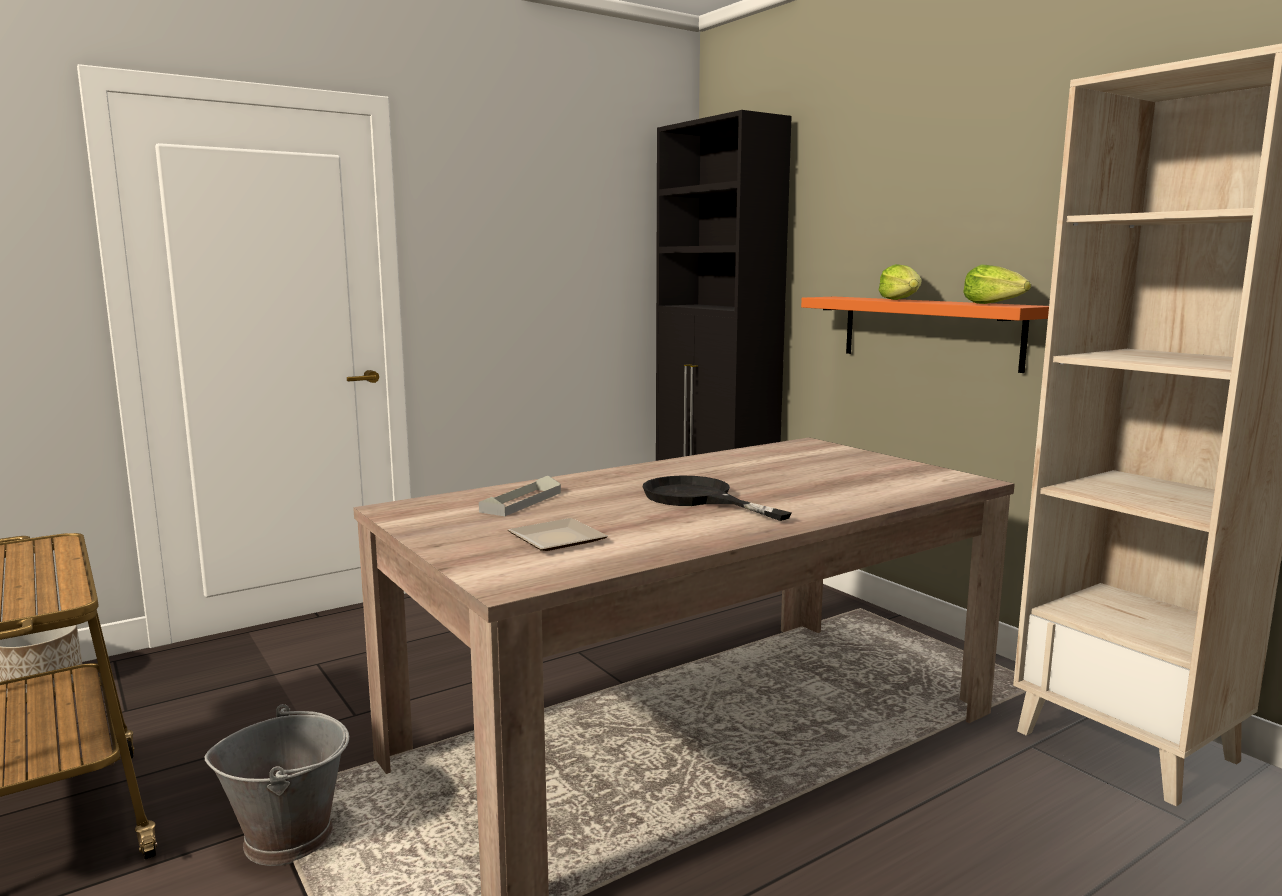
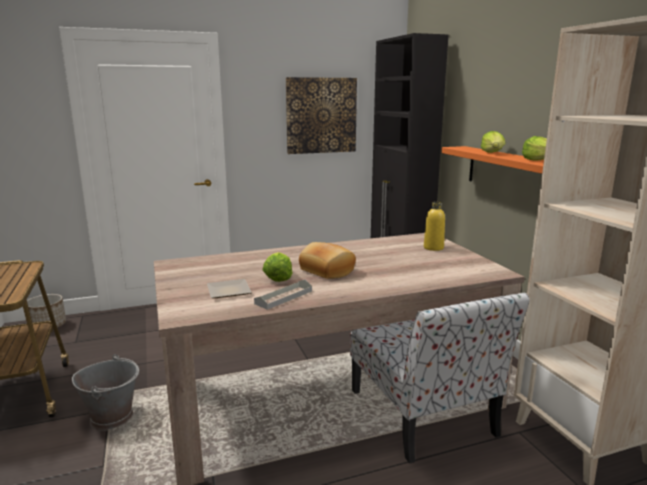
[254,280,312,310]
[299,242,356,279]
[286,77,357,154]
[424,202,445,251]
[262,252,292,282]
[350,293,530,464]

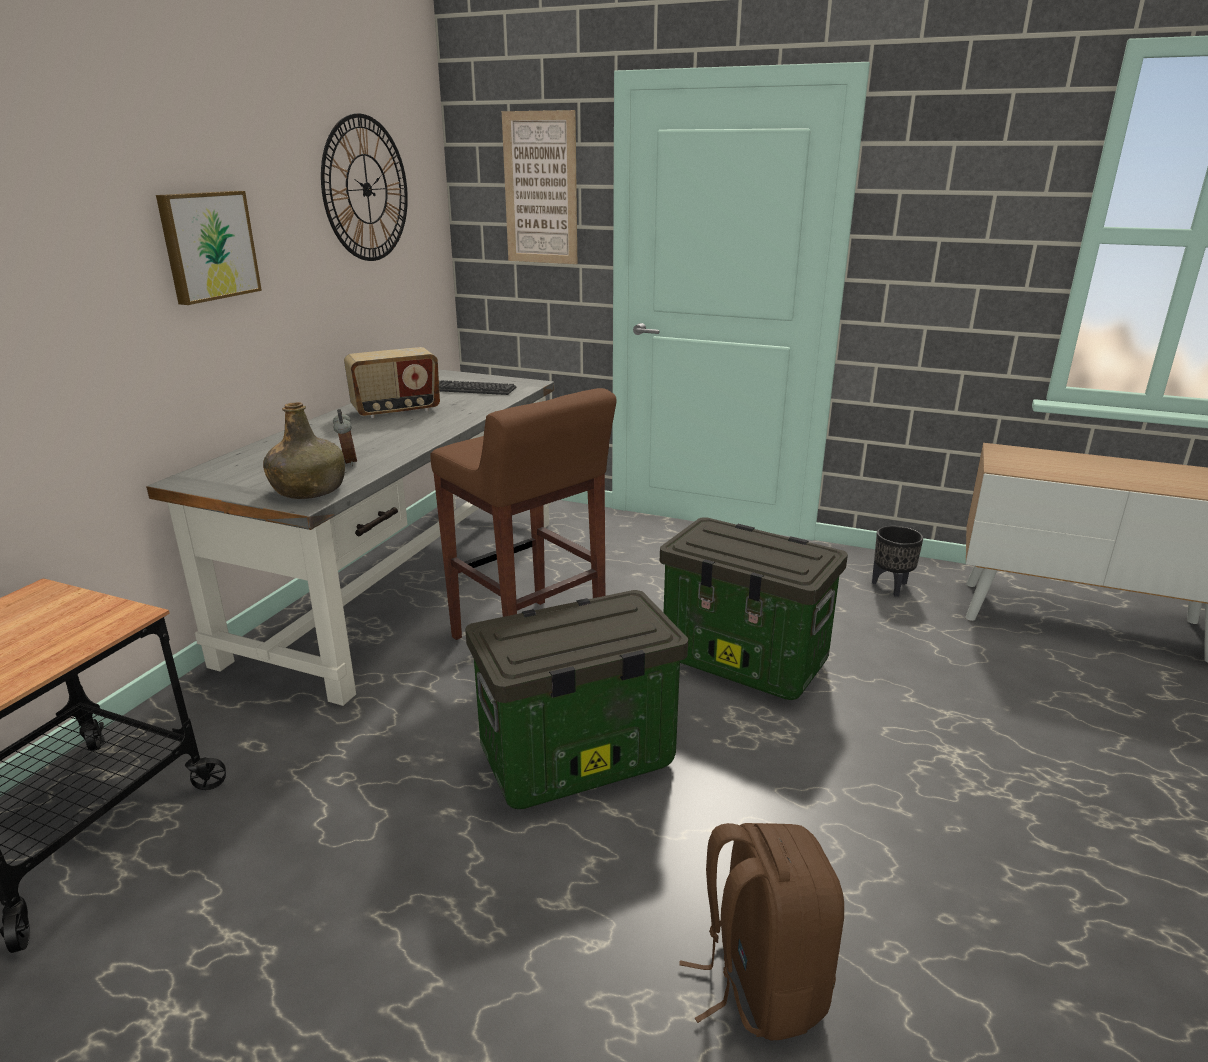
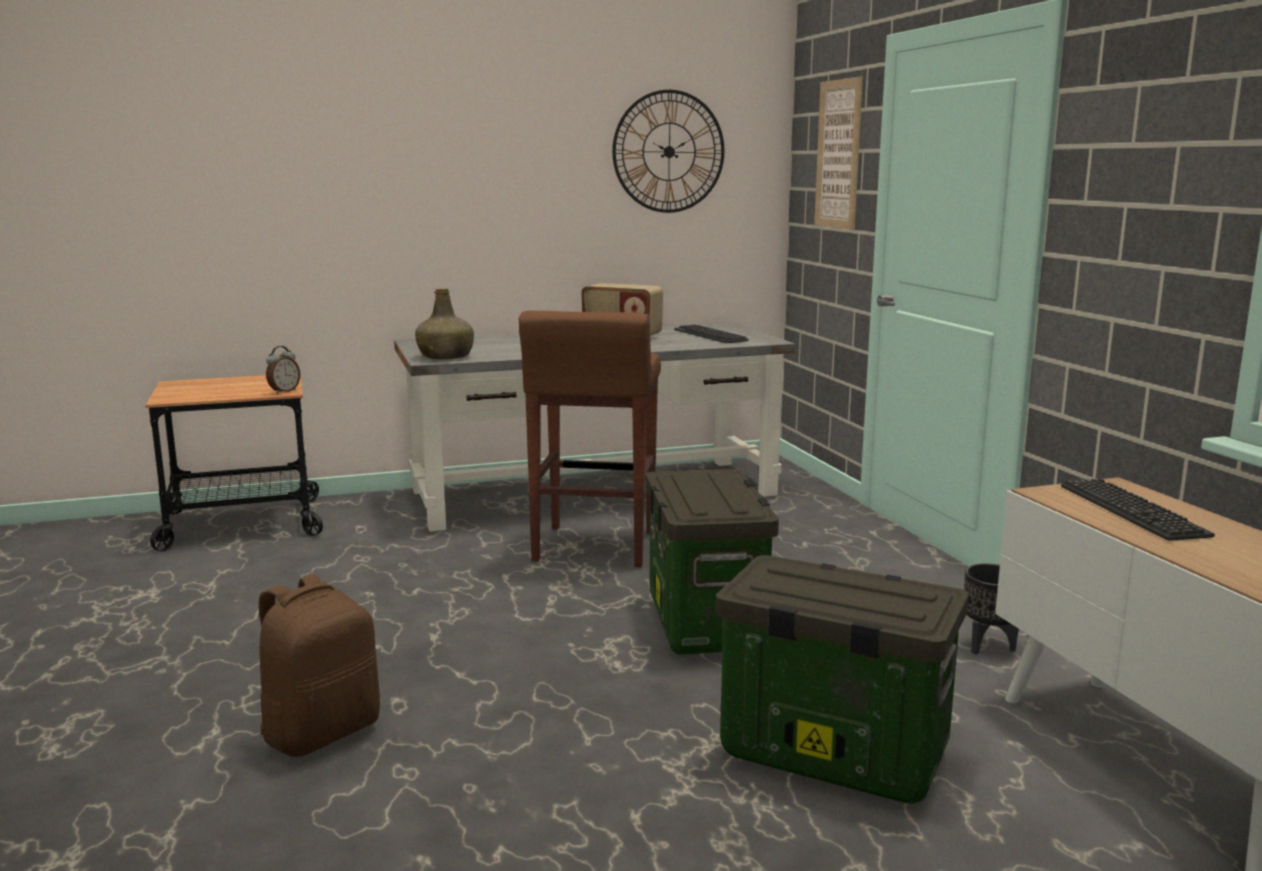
[156,191,262,305] (first image)
[266,346,300,394]
[716,555,969,804]
[1061,479,1215,541]

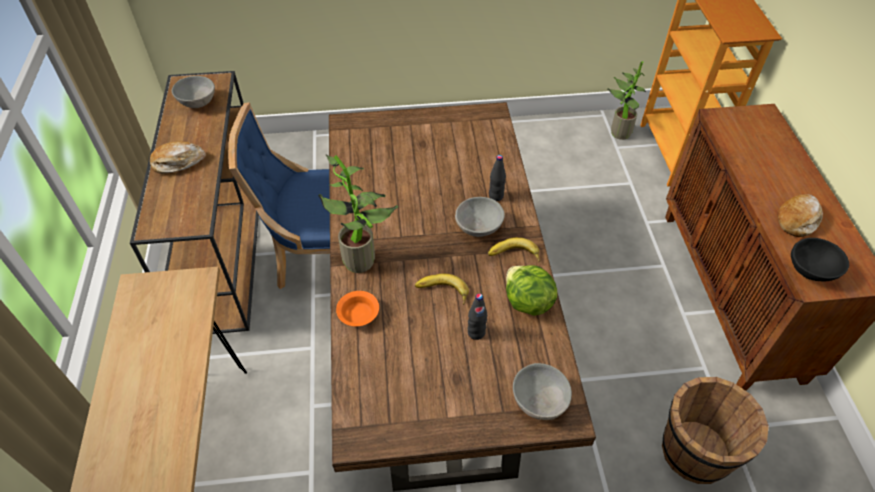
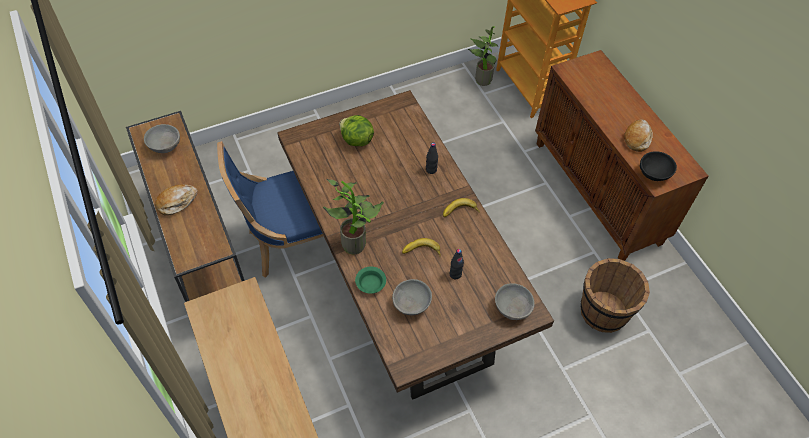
[392,279,432,315]
[339,115,374,146]
[355,267,386,294]

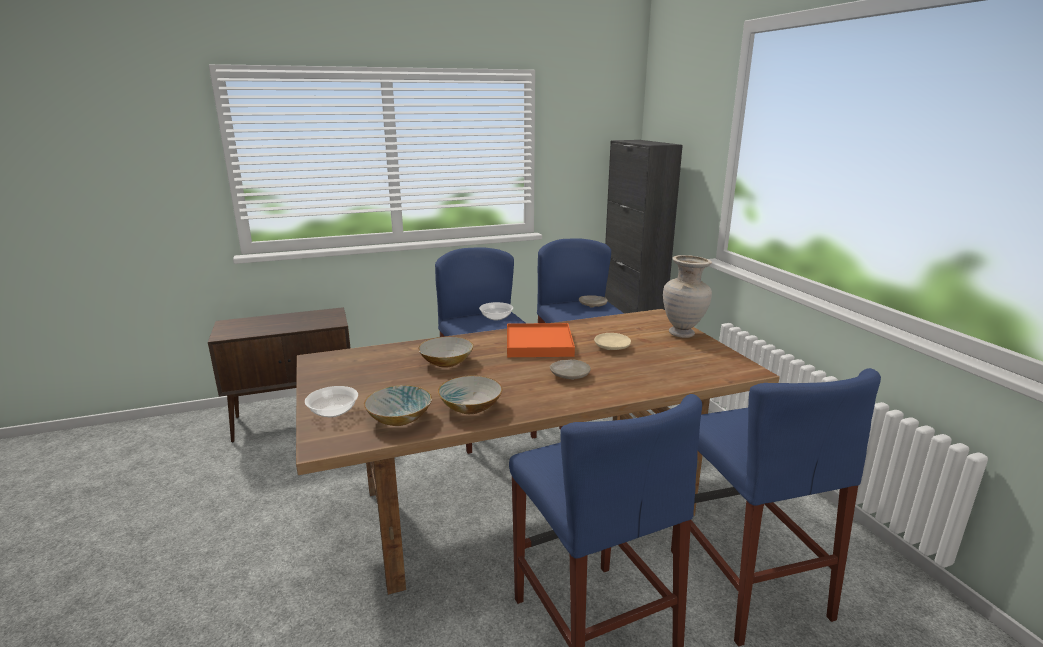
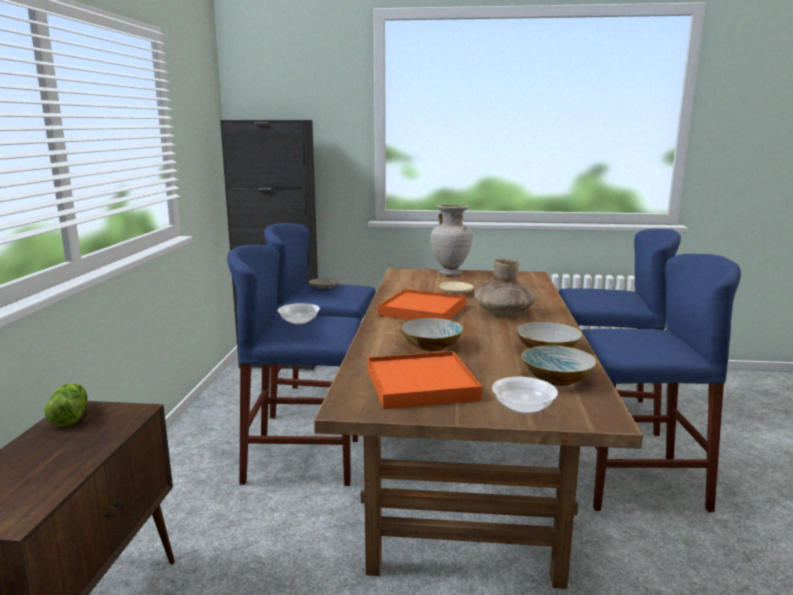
[474,258,536,316]
[367,351,482,409]
[44,383,87,427]

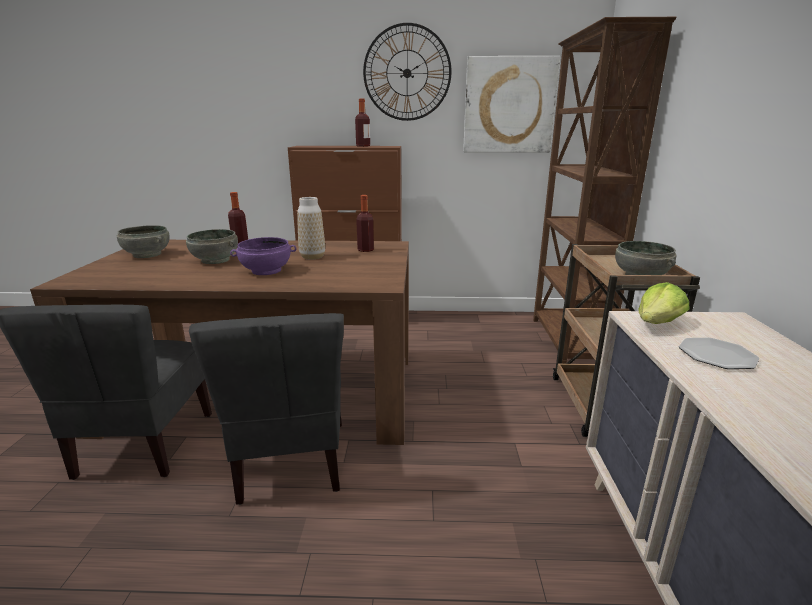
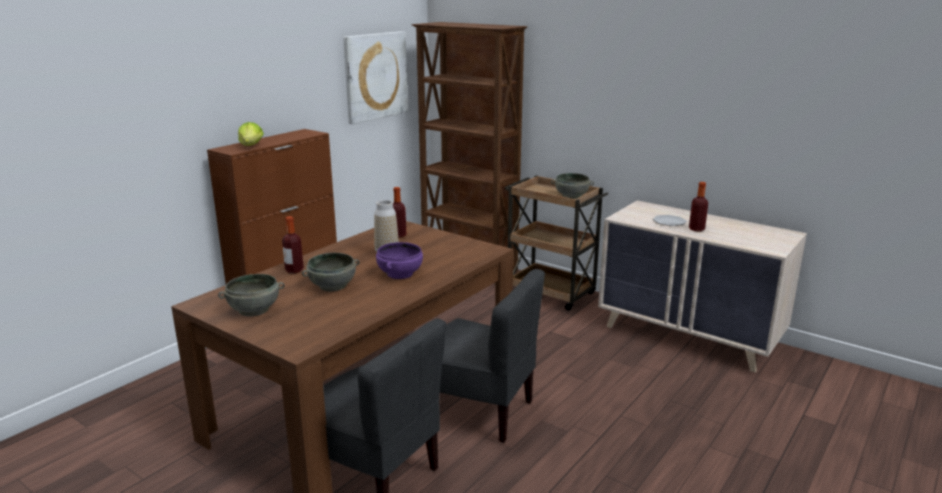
[363,23,451,121] (first image)
[689,182,708,231]
[238,122,264,146]

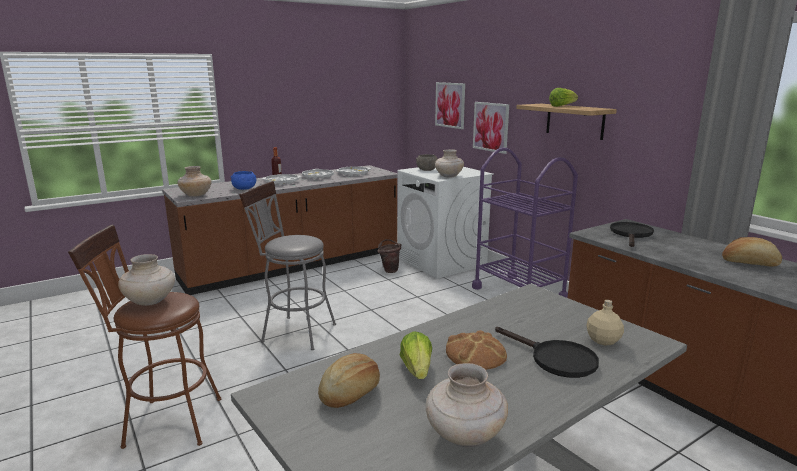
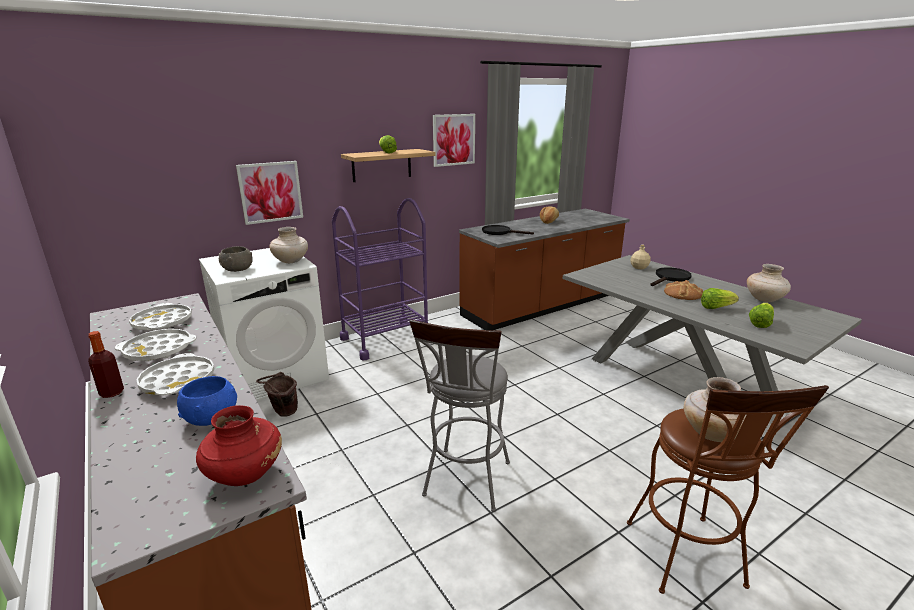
[433,114,475,167]
[196,405,282,486]
[749,303,774,328]

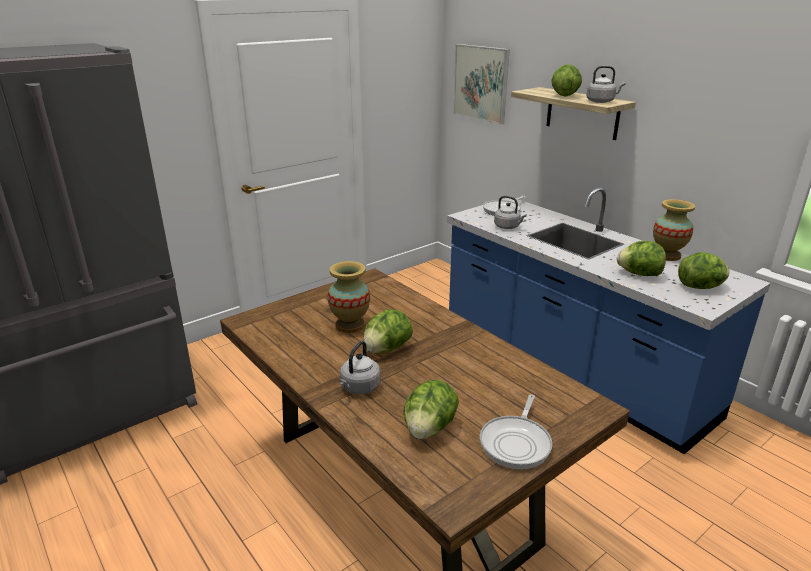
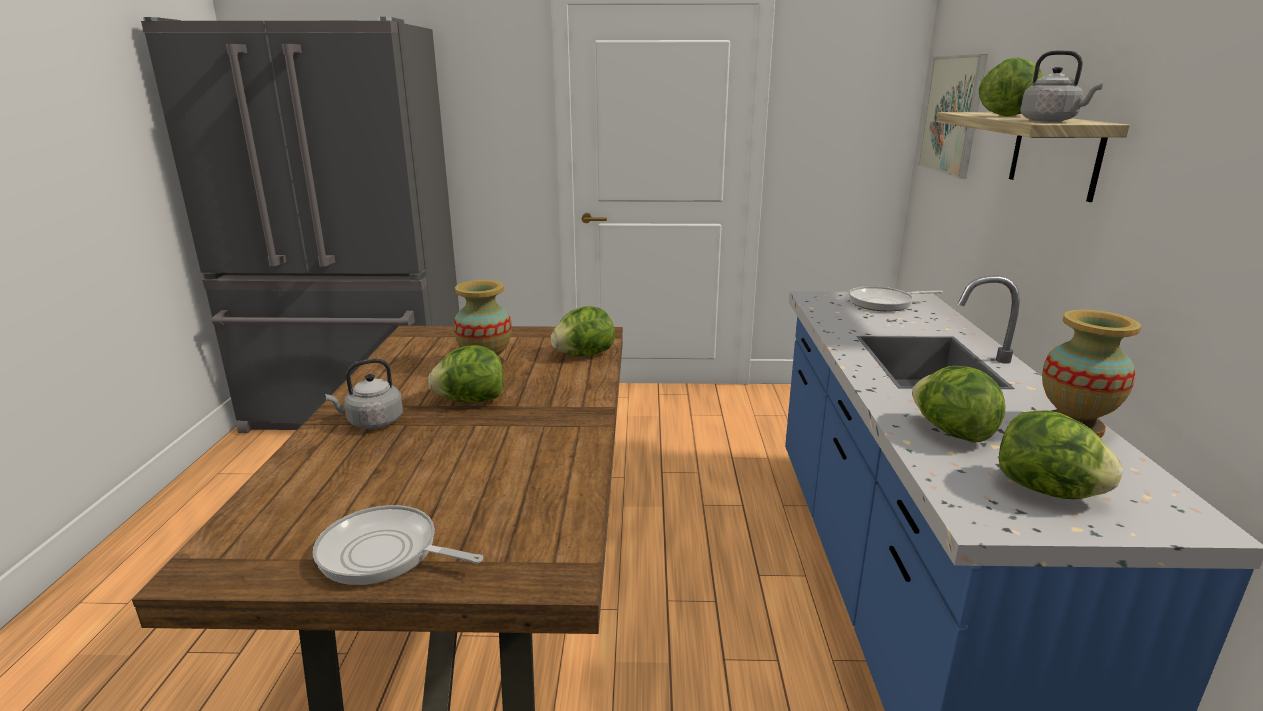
[494,196,527,229] (first image)
[551,306,615,356]
[313,505,483,585]

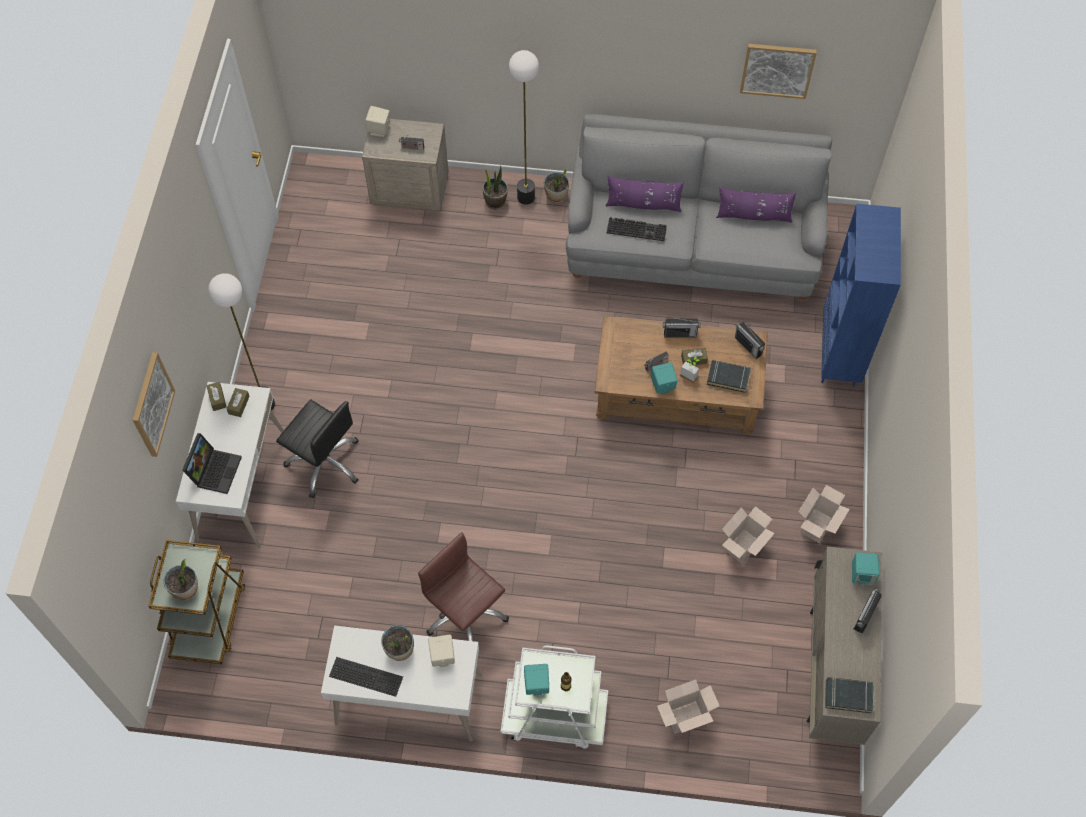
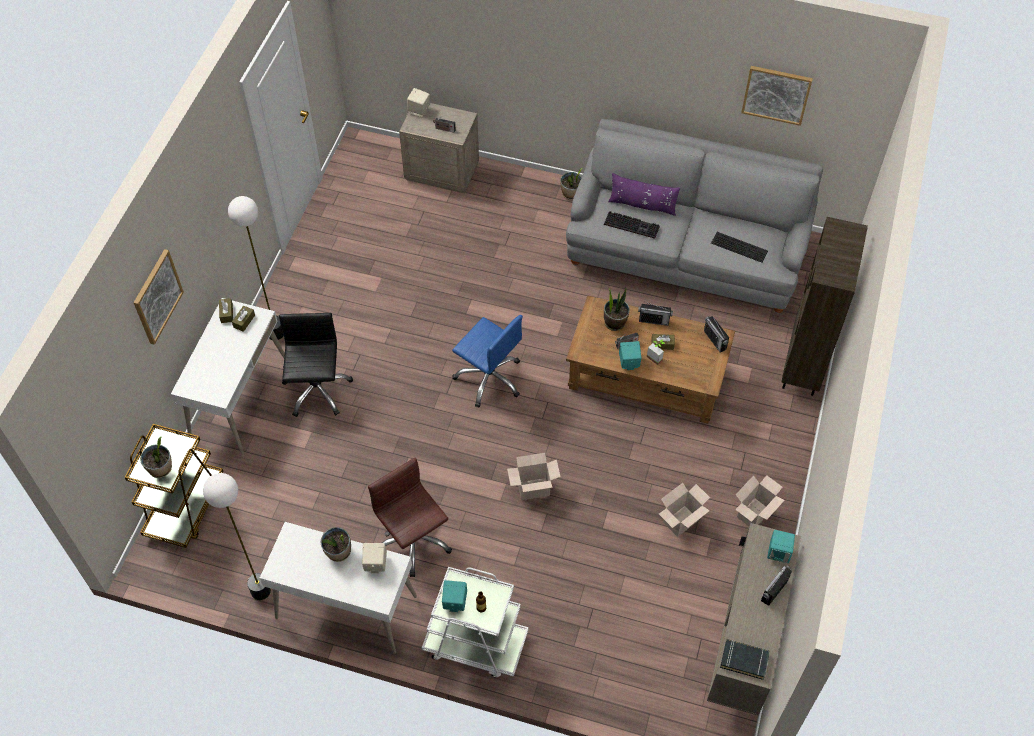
[203,473,271,600]
[604,288,630,331]
[716,187,796,223] (first image)
[782,217,868,396]
[707,360,751,393] (first image)
[279,313,353,417]
[182,433,242,494] (first image)
[711,232,768,263]
[507,453,561,500]
[452,315,523,407]

